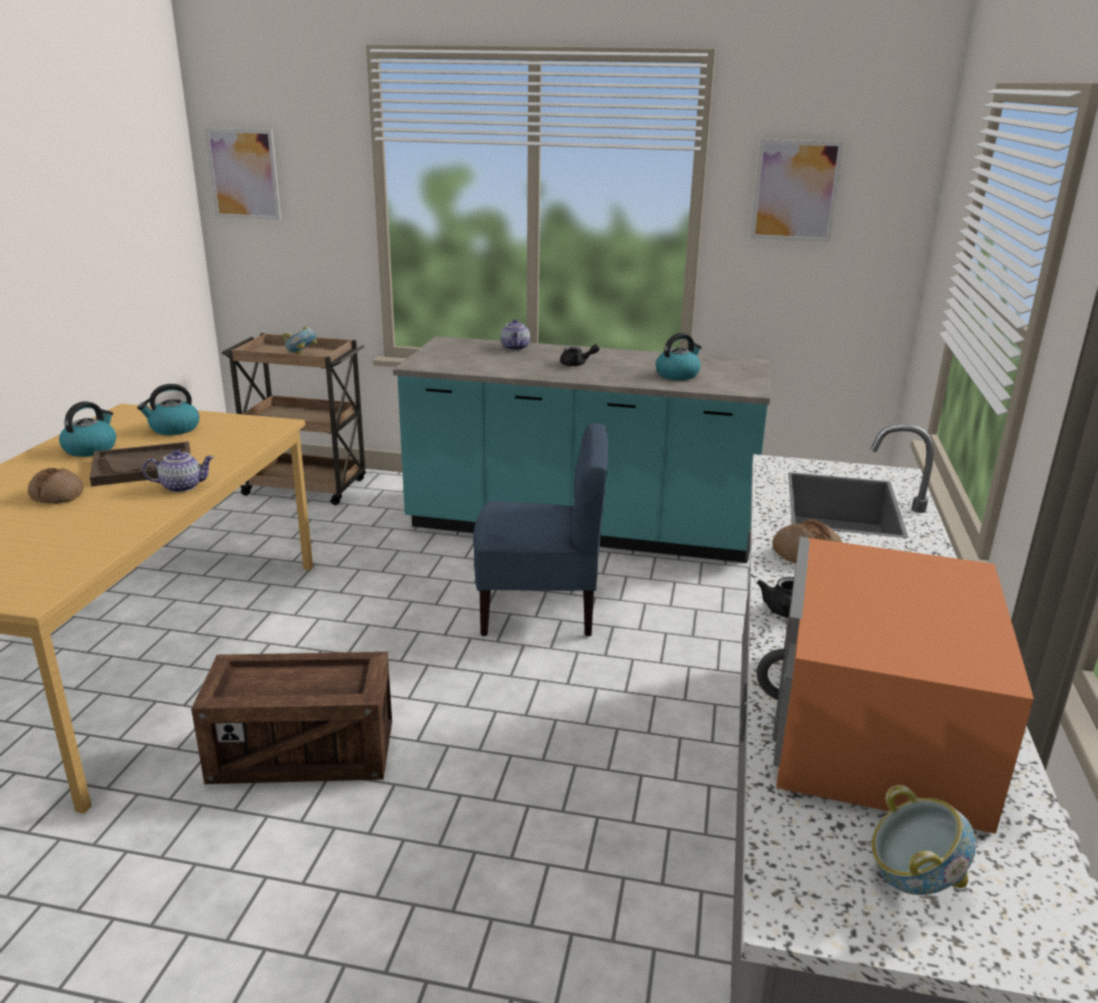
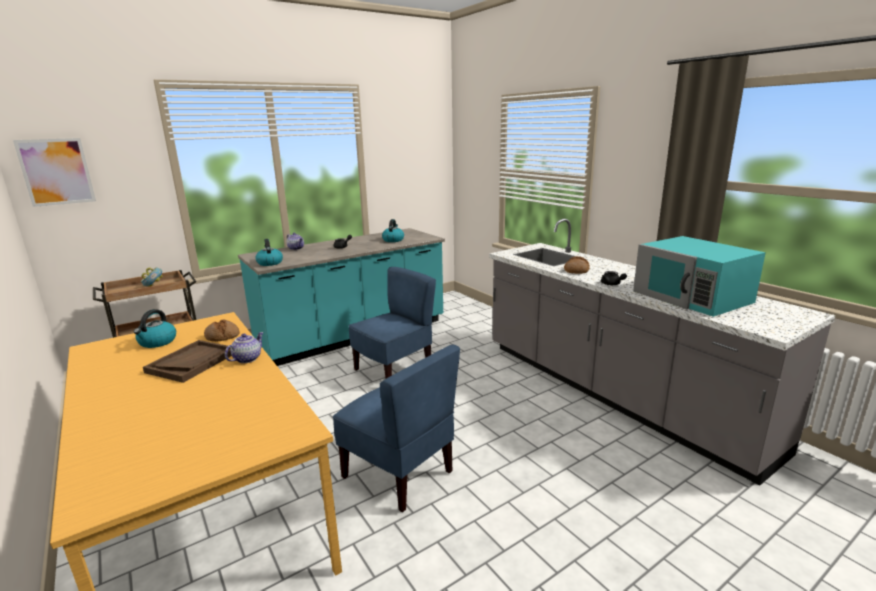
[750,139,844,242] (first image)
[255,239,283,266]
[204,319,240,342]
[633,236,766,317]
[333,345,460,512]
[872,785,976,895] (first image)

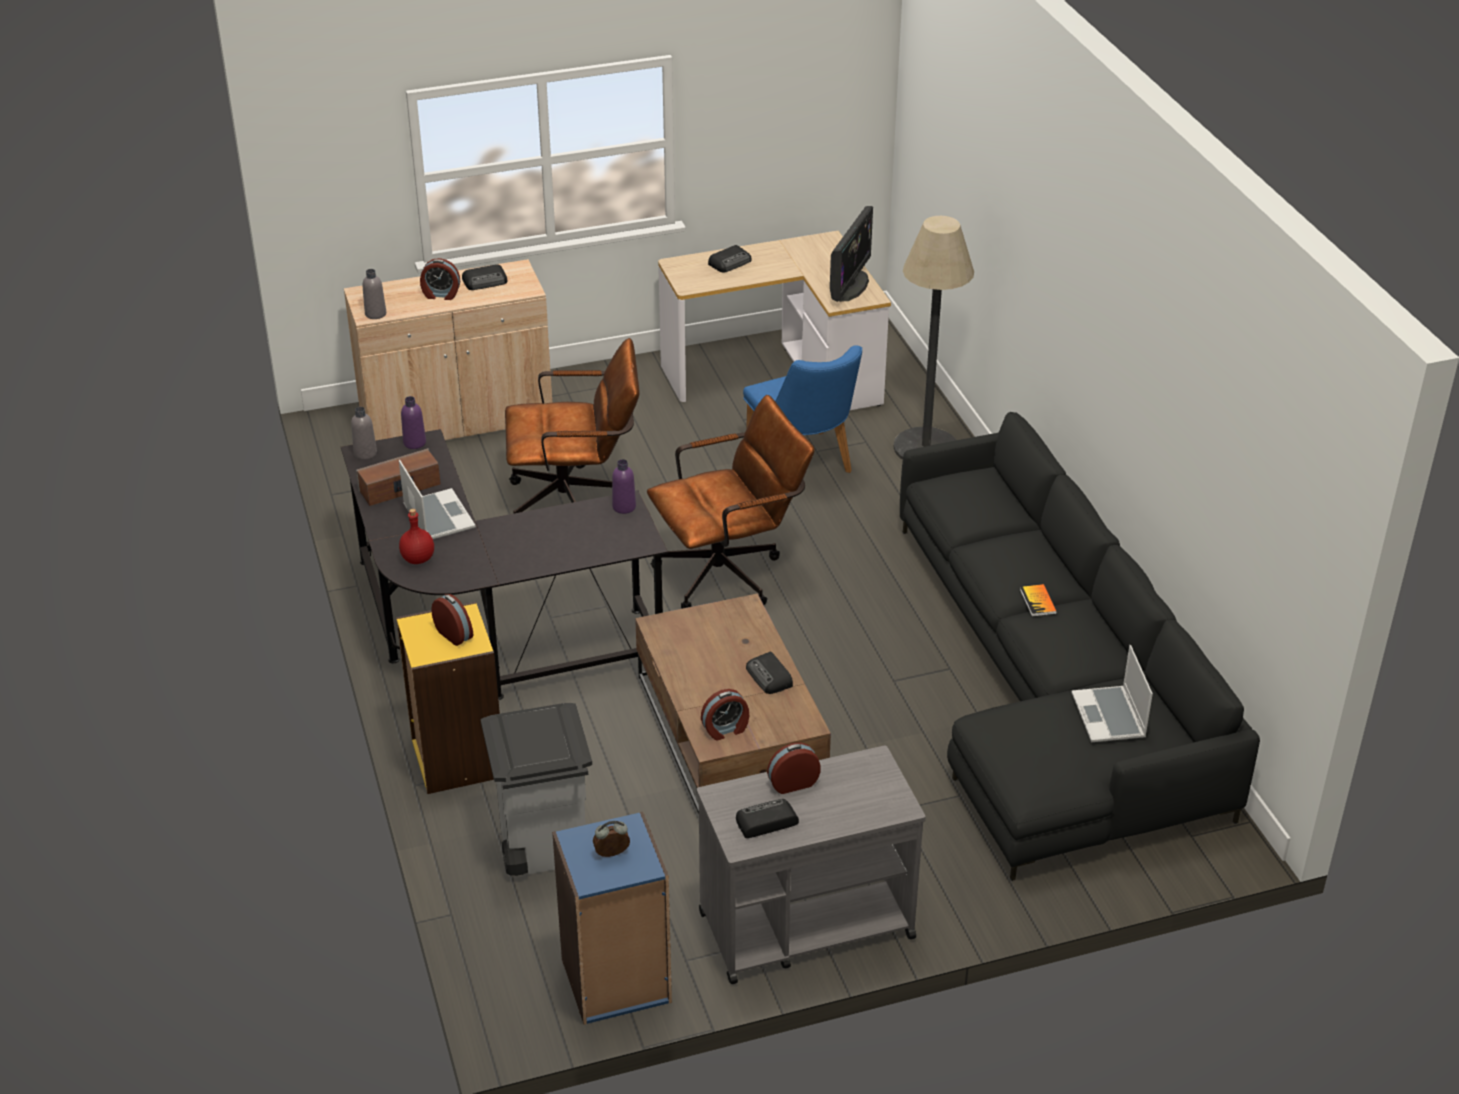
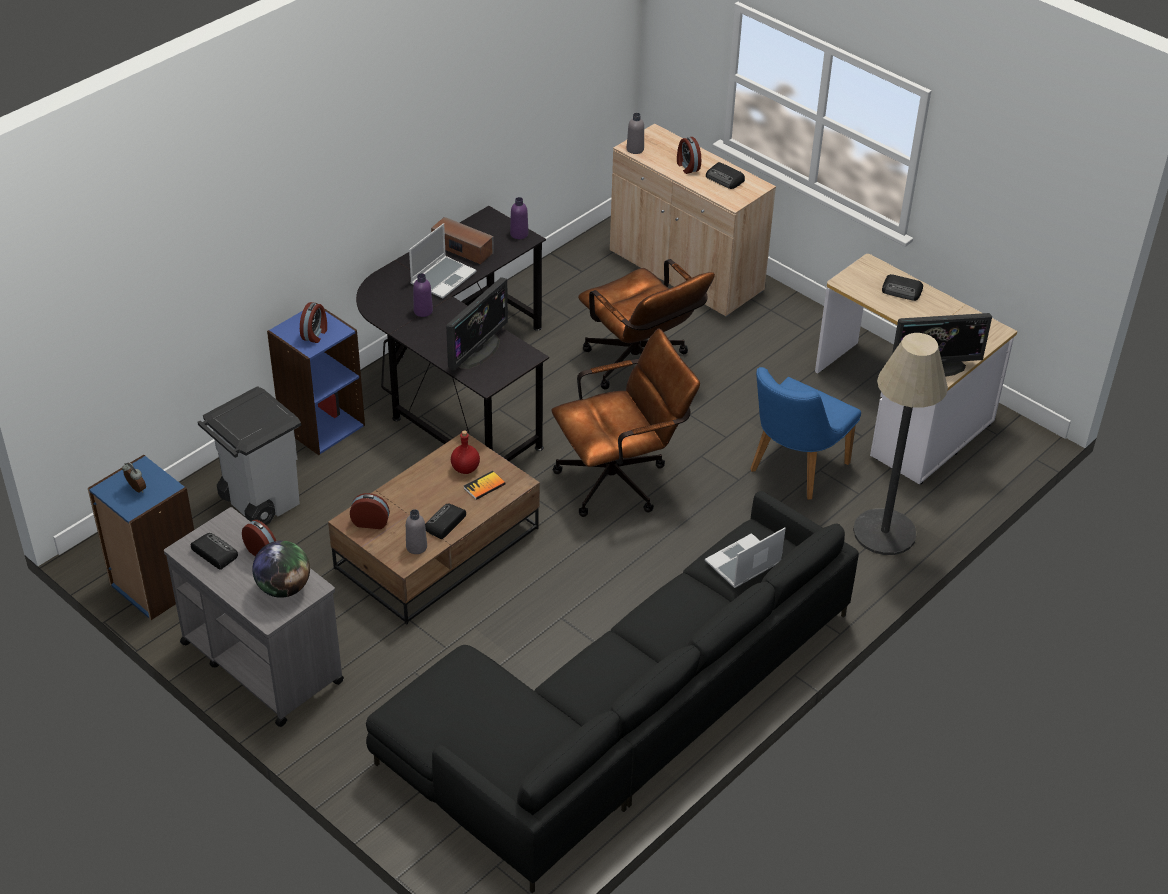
[551,328,700,517]
[406,509,427,554]
[413,273,433,317]
[451,430,480,474]
[464,471,506,500]
[267,303,365,455]
[705,527,786,588]
[350,493,390,529]
[446,277,508,370]
[252,541,310,598]

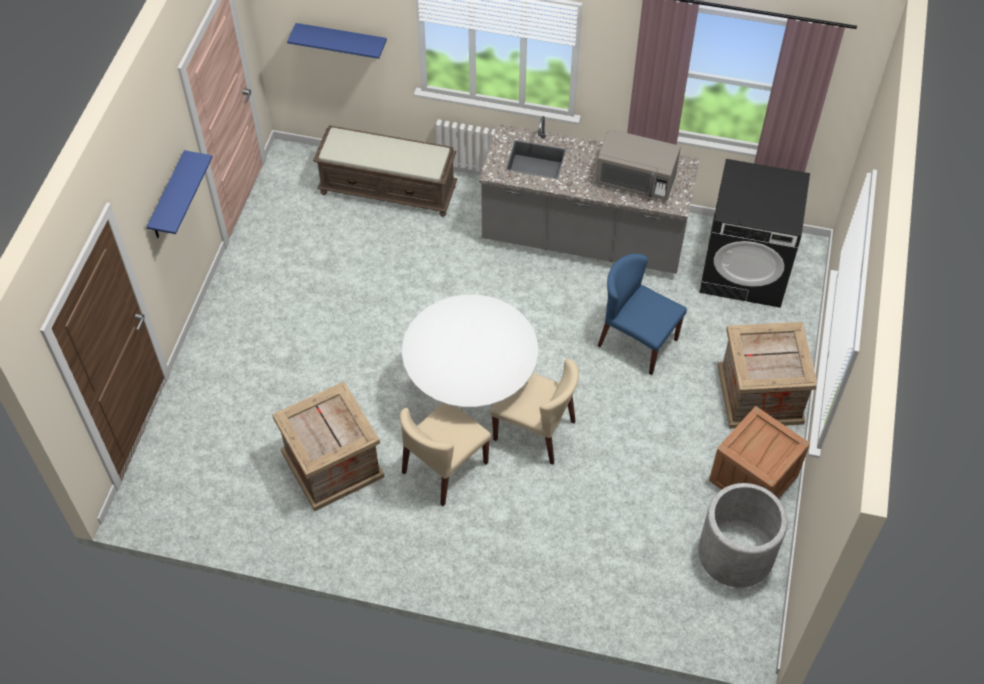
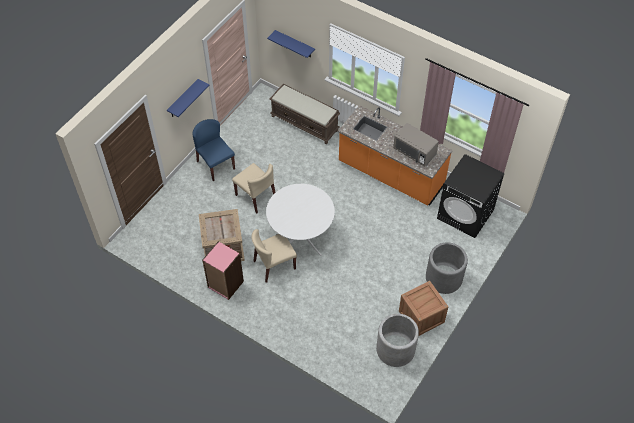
[338,105,452,206]
[192,119,235,181]
[426,242,468,294]
[232,163,276,214]
[202,241,244,300]

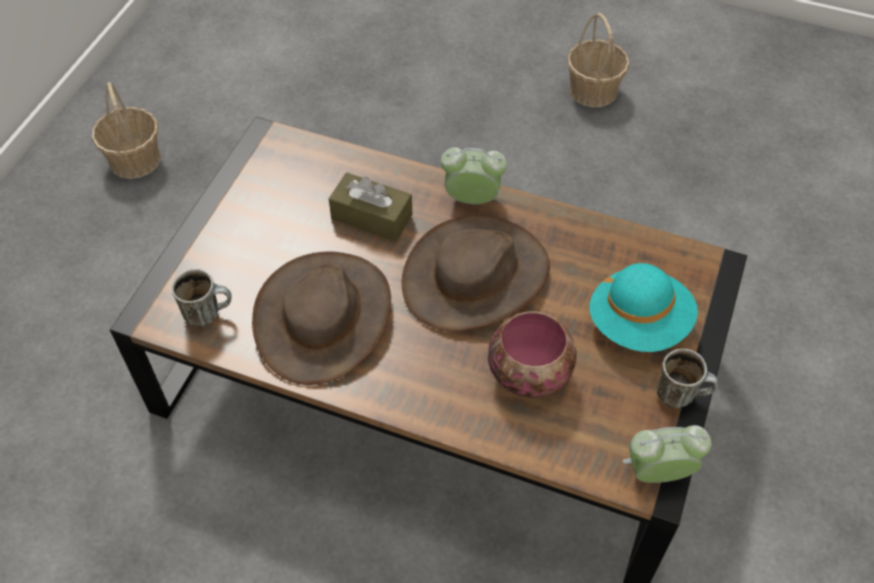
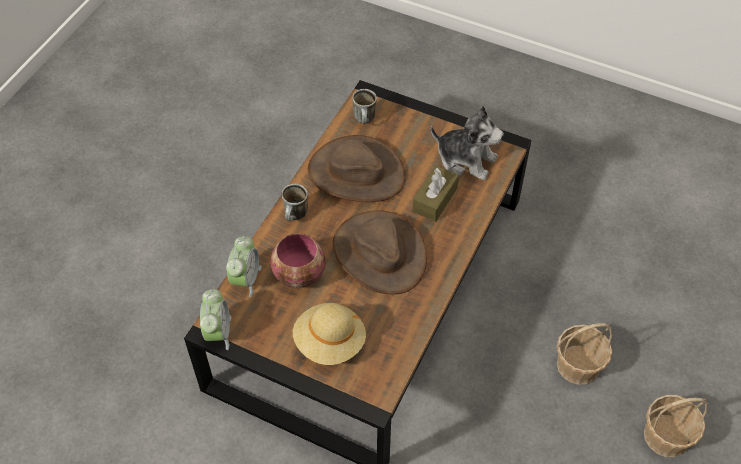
[557,323,612,385]
[226,236,262,297]
[293,303,366,365]
[282,184,308,221]
[431,106,504,180]

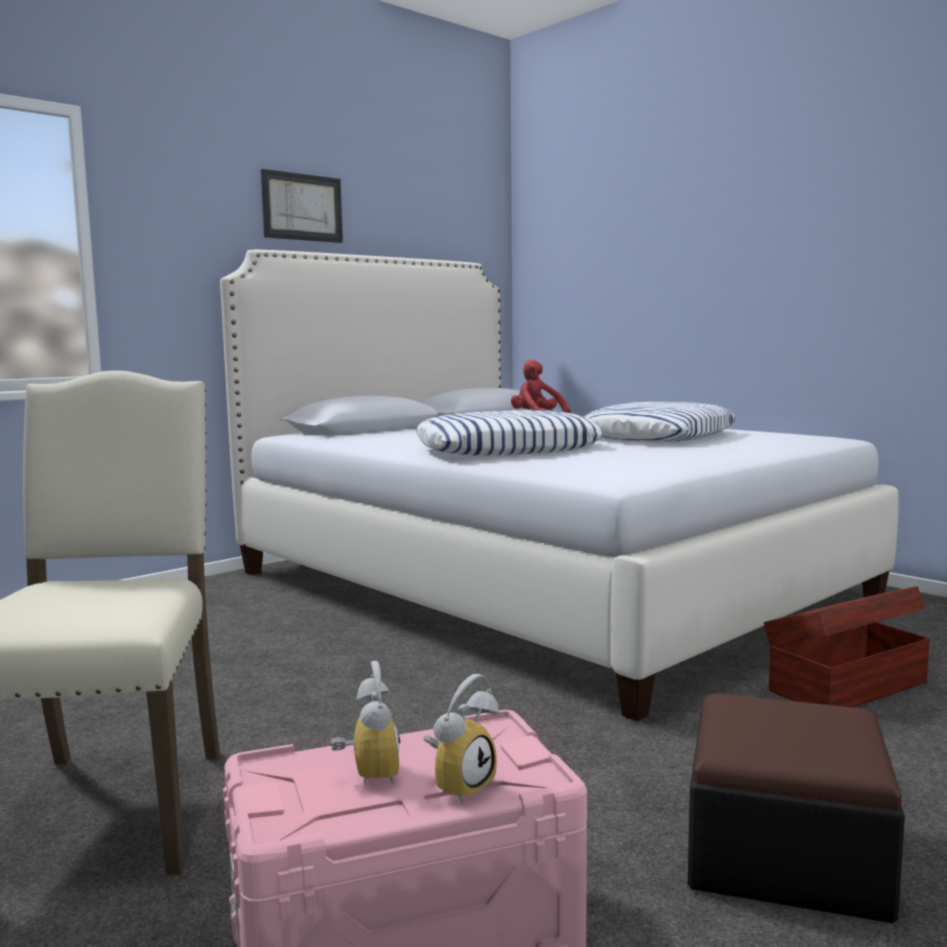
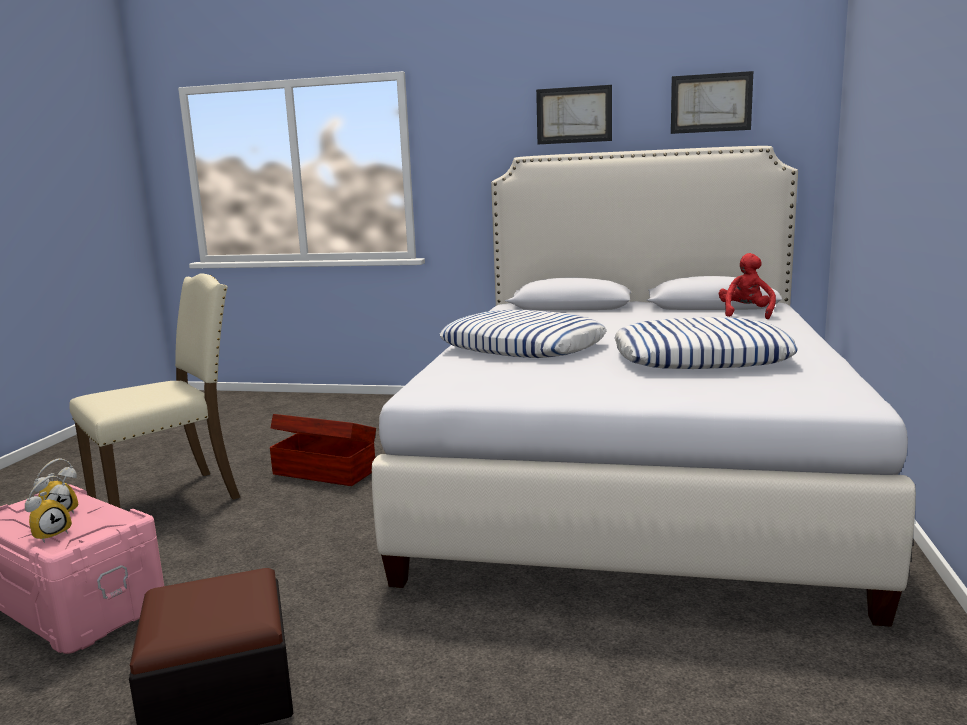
[270,414,376,486]
[25,476,72,543]
[671,71,753,134]

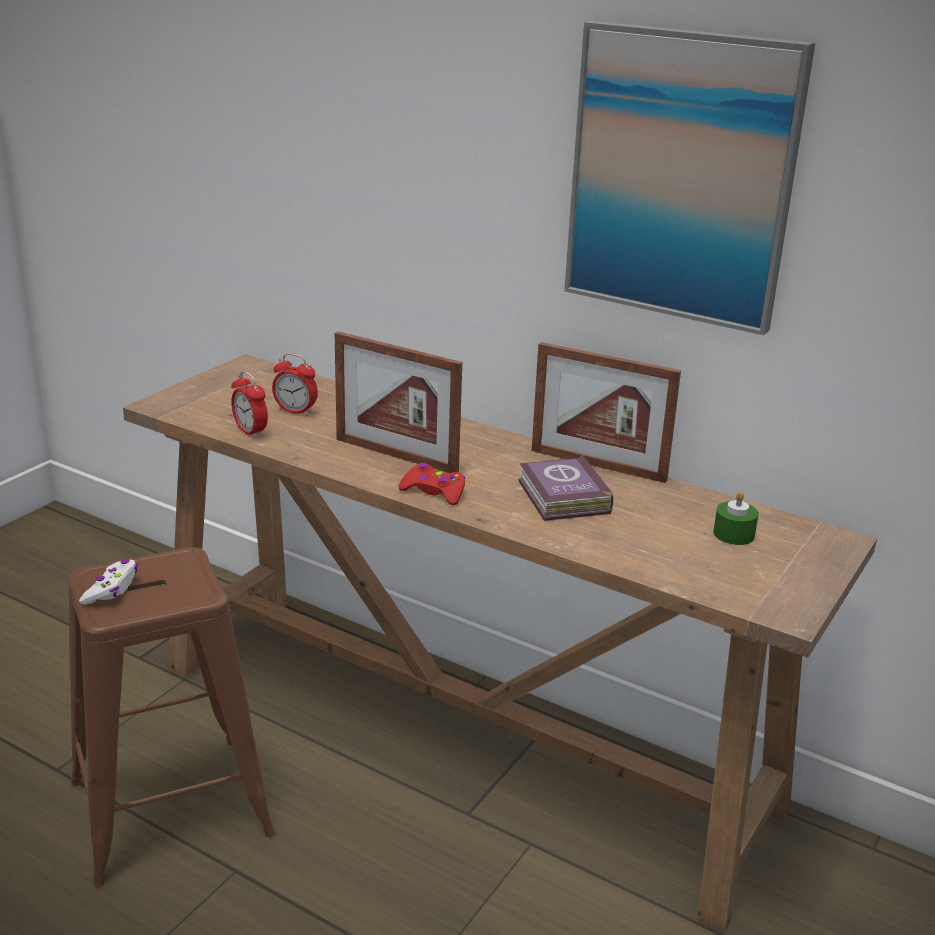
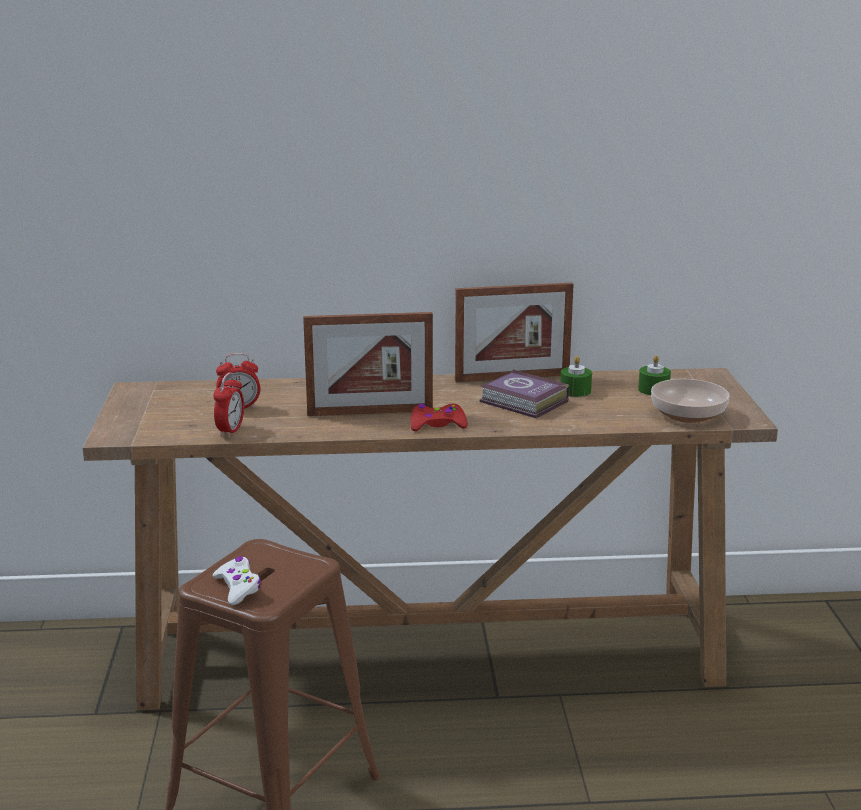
[564,21,815,335] (first image)
[213,372,244,438]
[560,356,592,397]
[651,379,730,423]

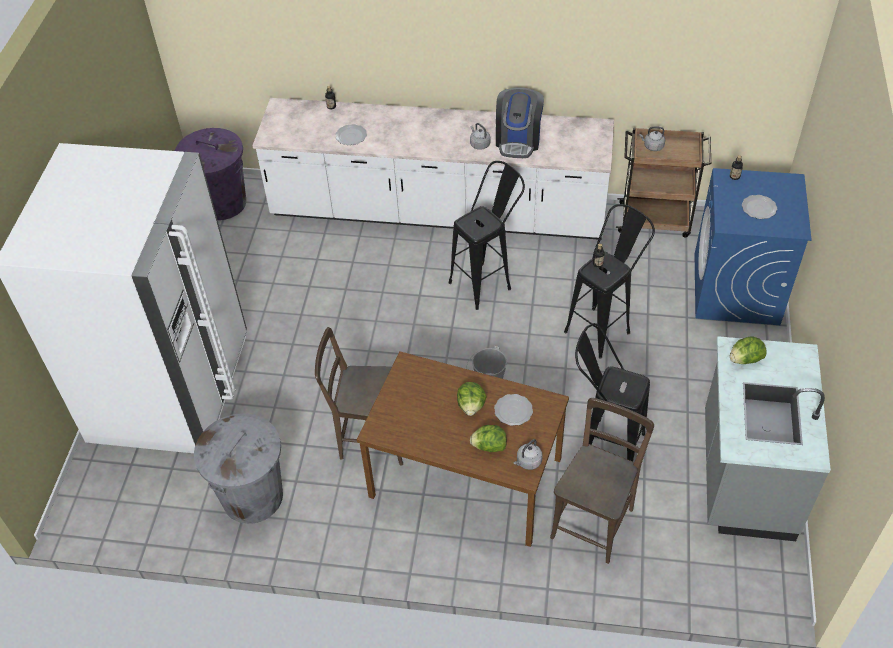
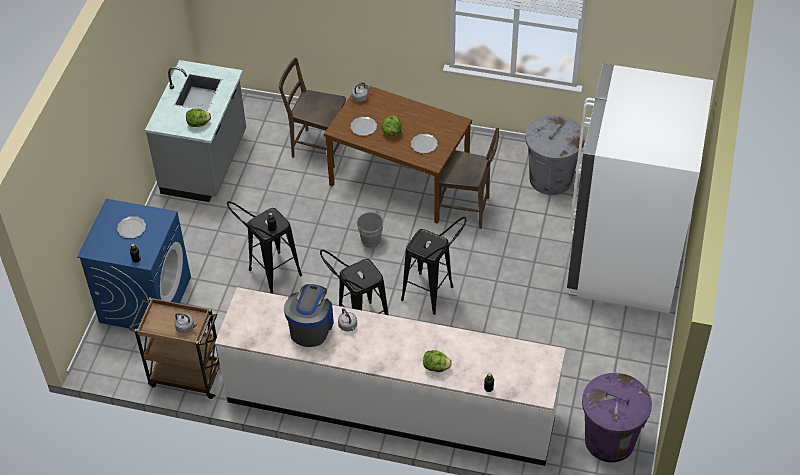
[411,134,438,153]
[401,217,466,315]
[279,57,346,168]
[423,350,452,372]

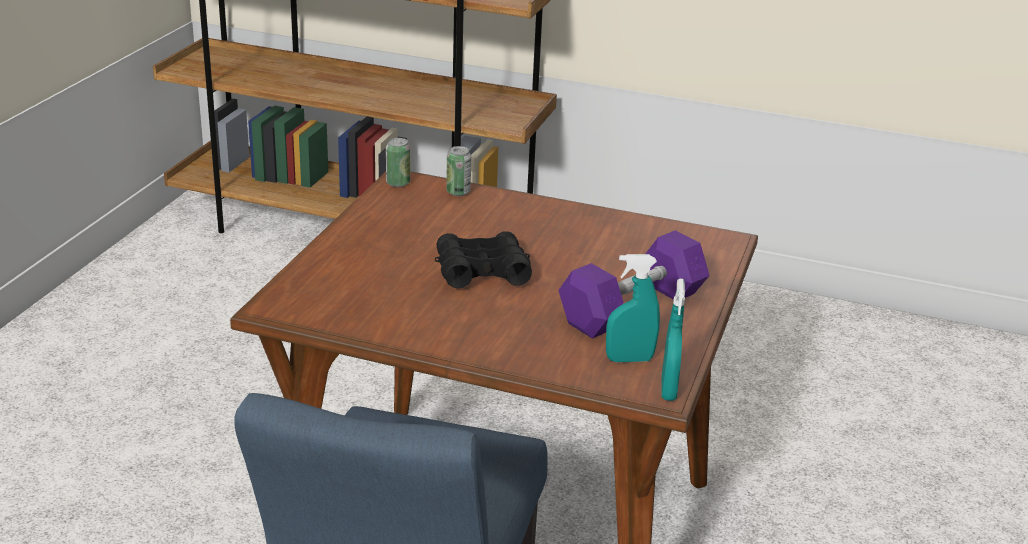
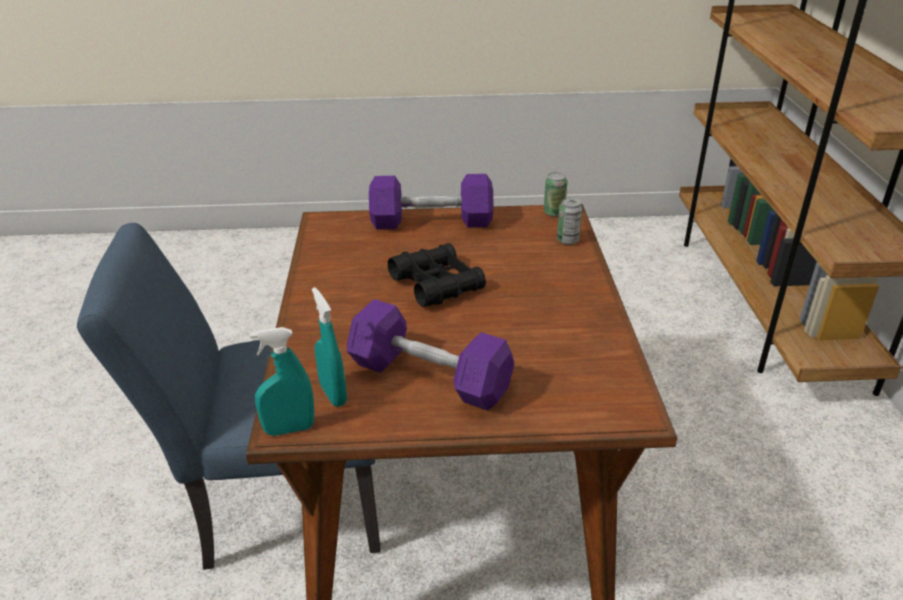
[369,174,494,229]

